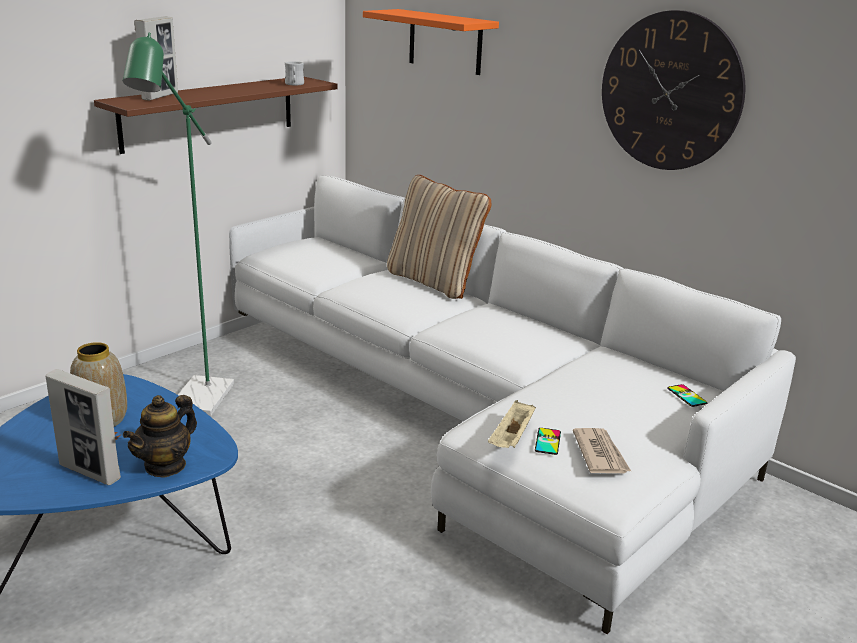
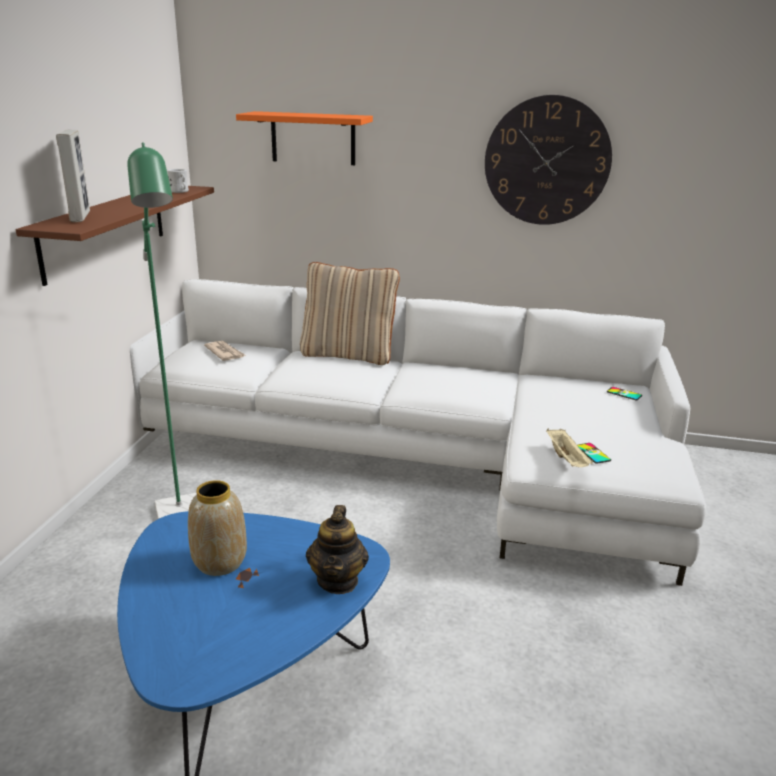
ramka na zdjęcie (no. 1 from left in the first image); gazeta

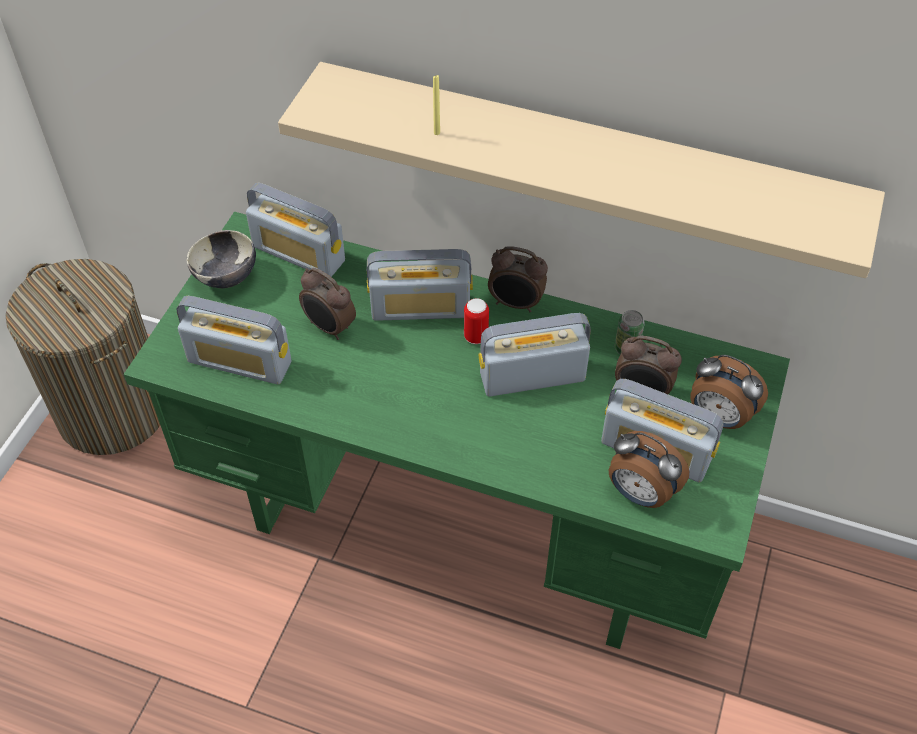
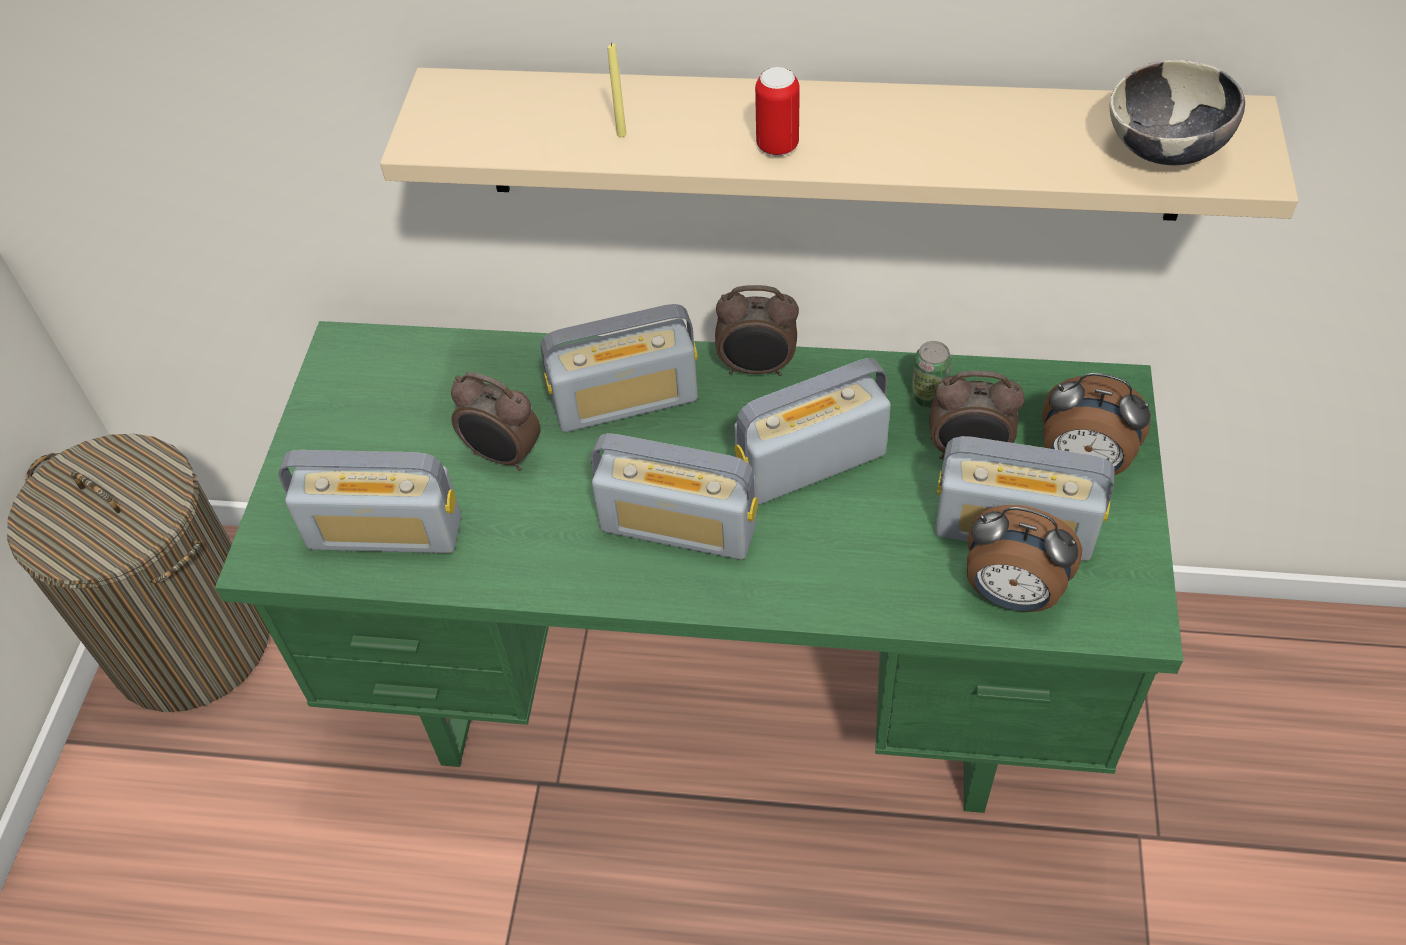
radio (no. 3 from left); miska; puszka (no. 1 from left)

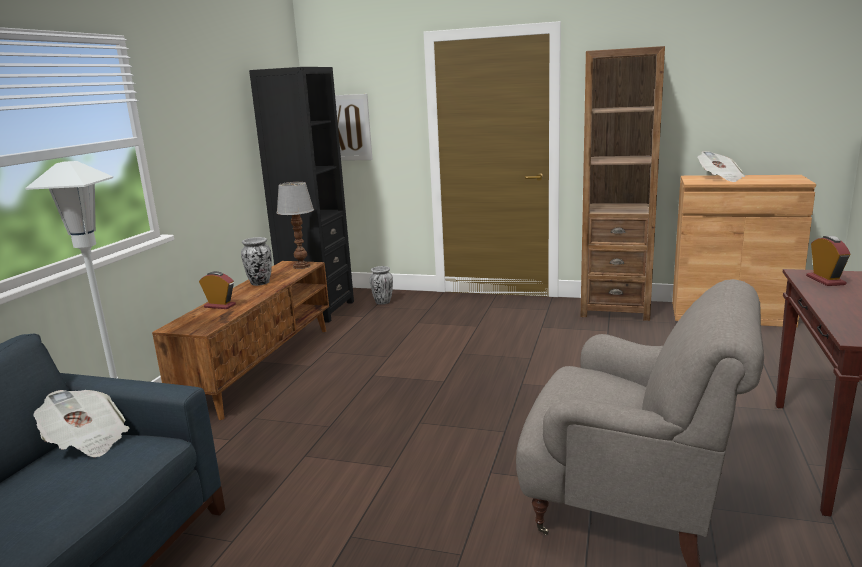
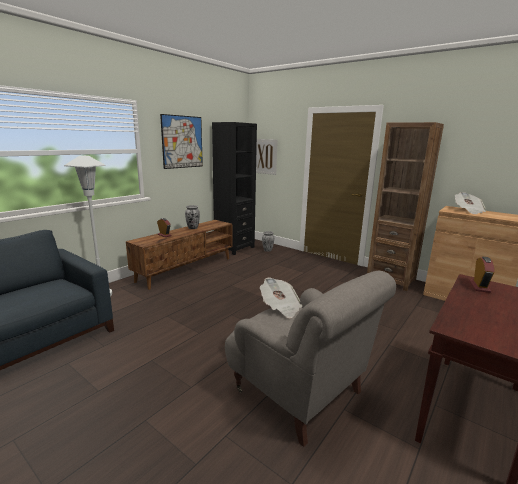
lampa stołowa; gazeta (no. 1 from left); obraz (no. 1 from left)

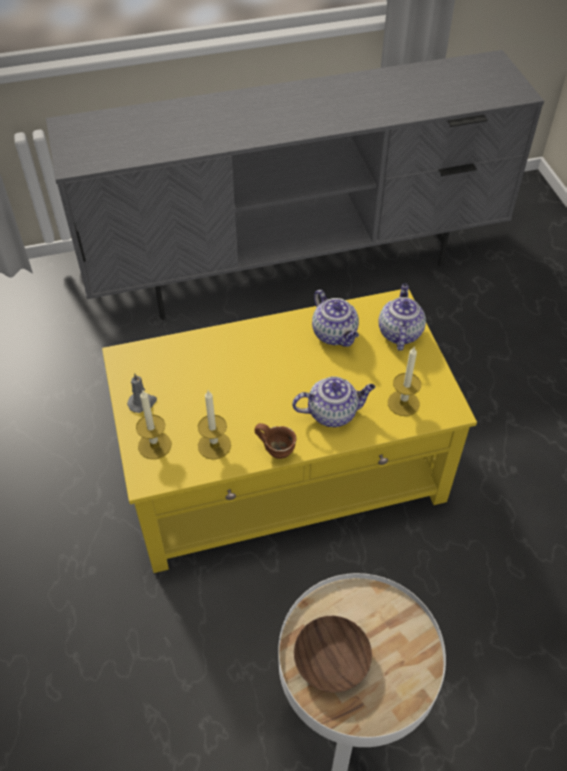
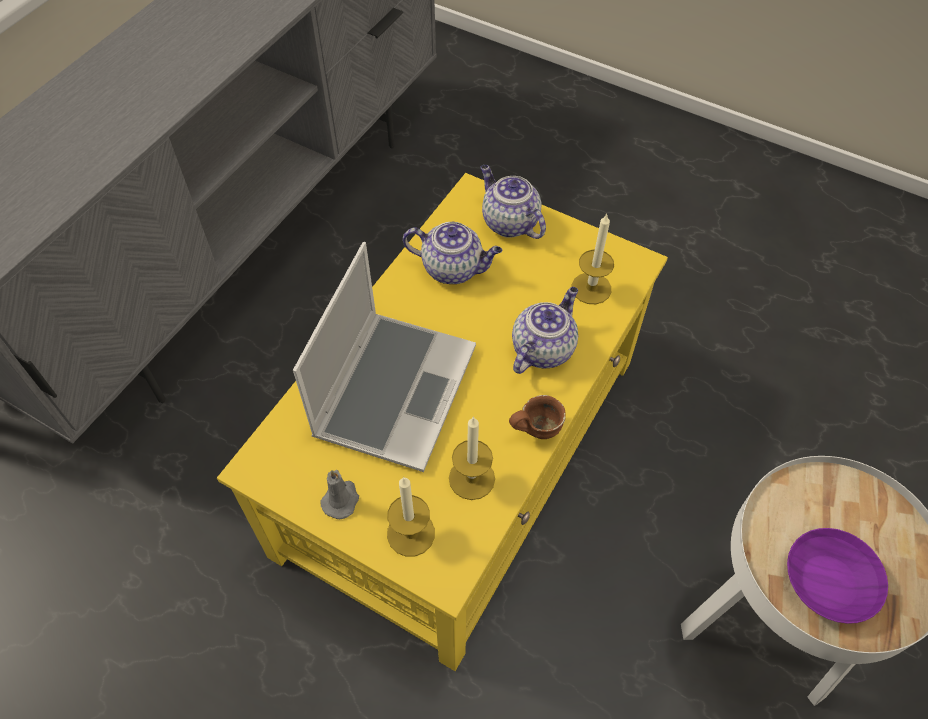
miska (fioletowy); laptop

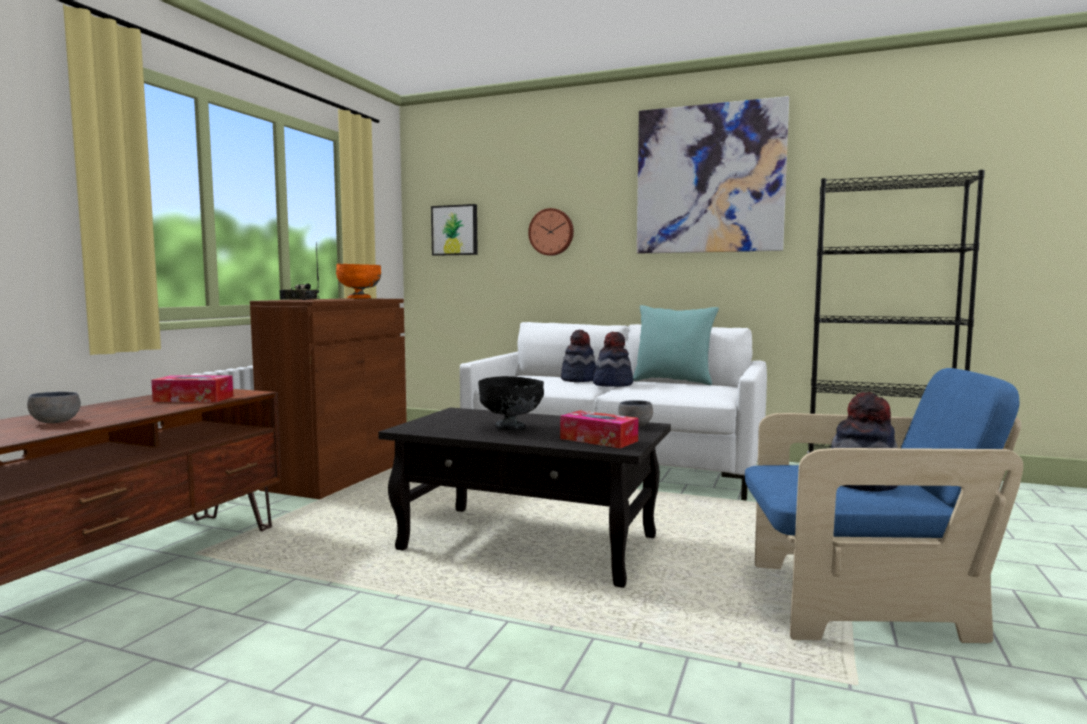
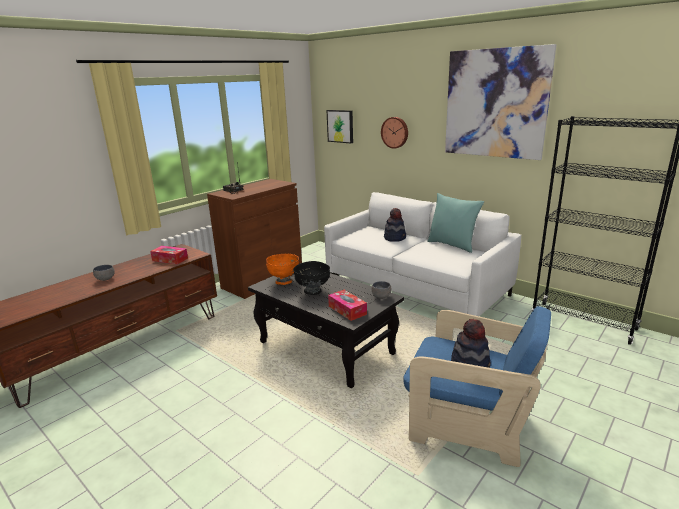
miska (pomarańczowy); kapelusz (no. 2 from left in the first image)

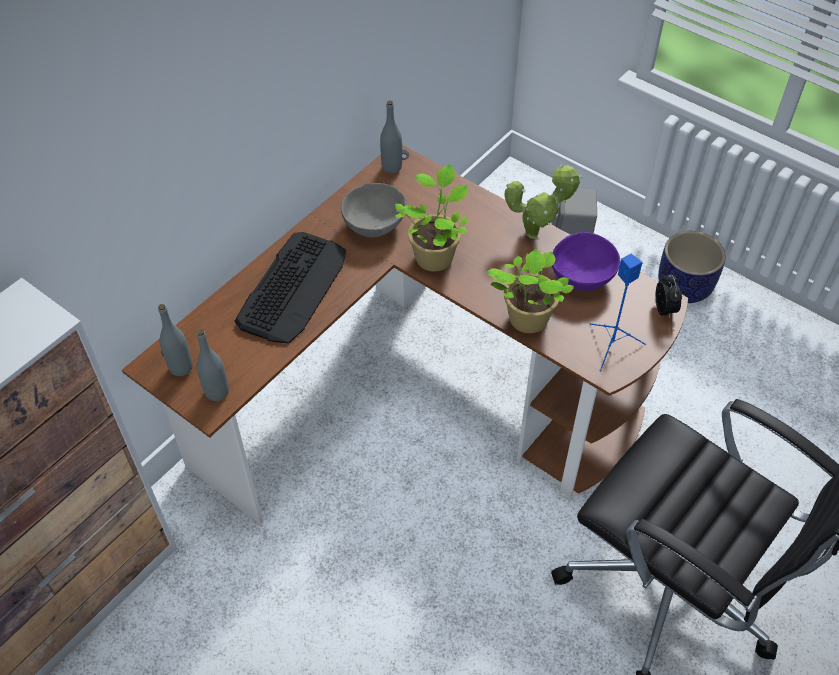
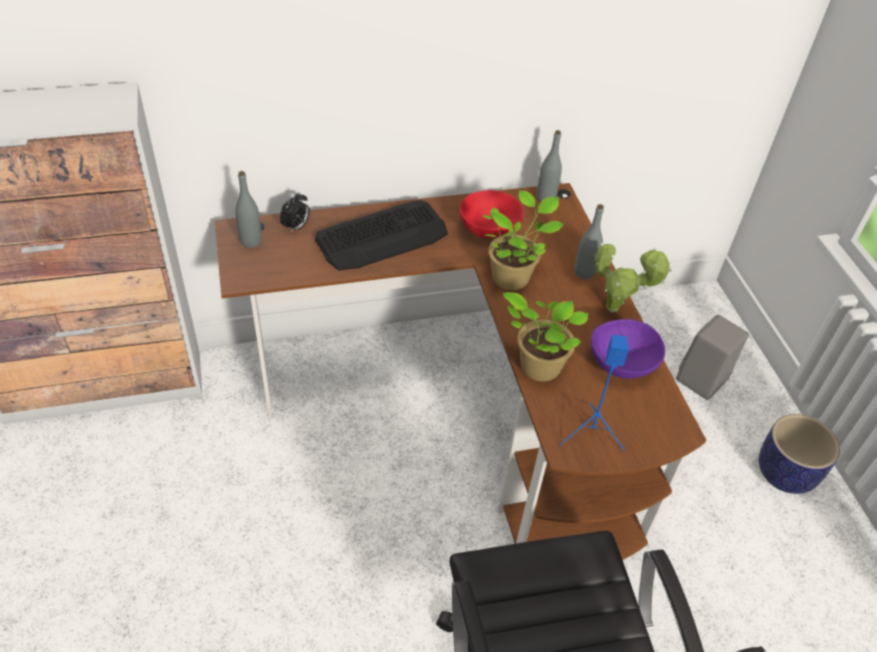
miska (czerwony); budzik; butelka (szary) (no. 3 from left)

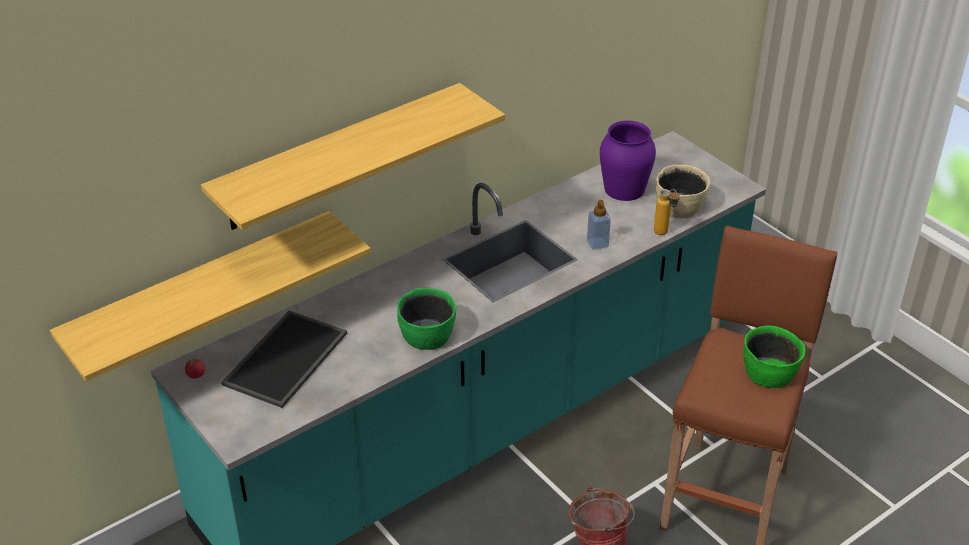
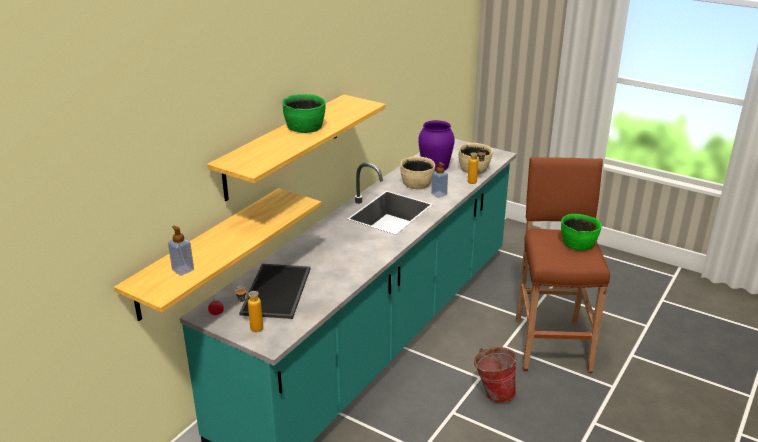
miska (zielony) (no. 1 from left); miska (beżowy) (no. 1 from left); dozownik mydła (no. 1 from left); butelka (no. 1 from left)

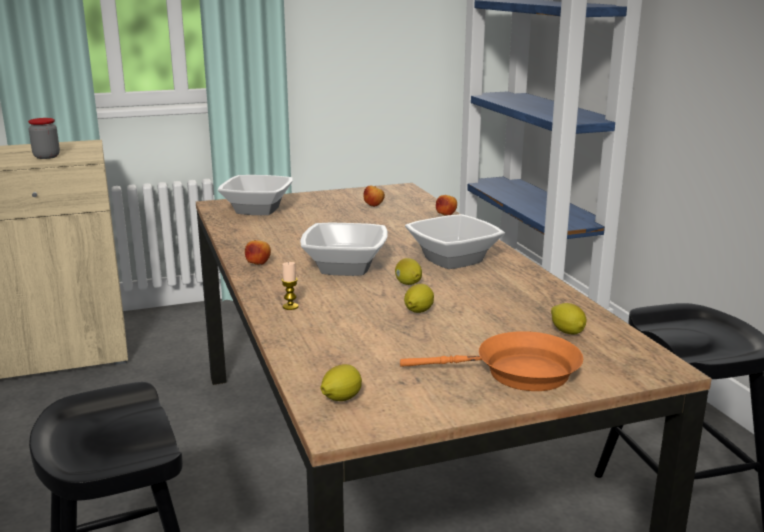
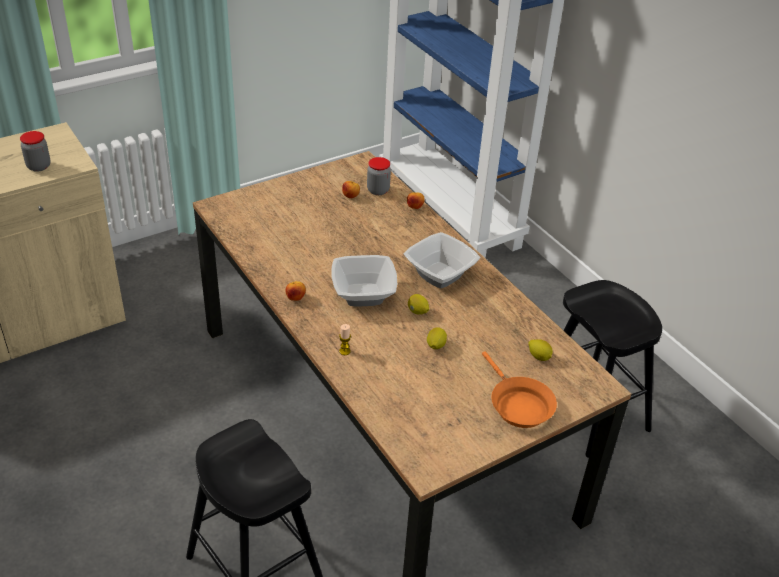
miska (no. 1 from left in the first image); patelnia (pomarańczowy); cytryna (no. 1 from left in the first image); słoik (no. 2 from left)

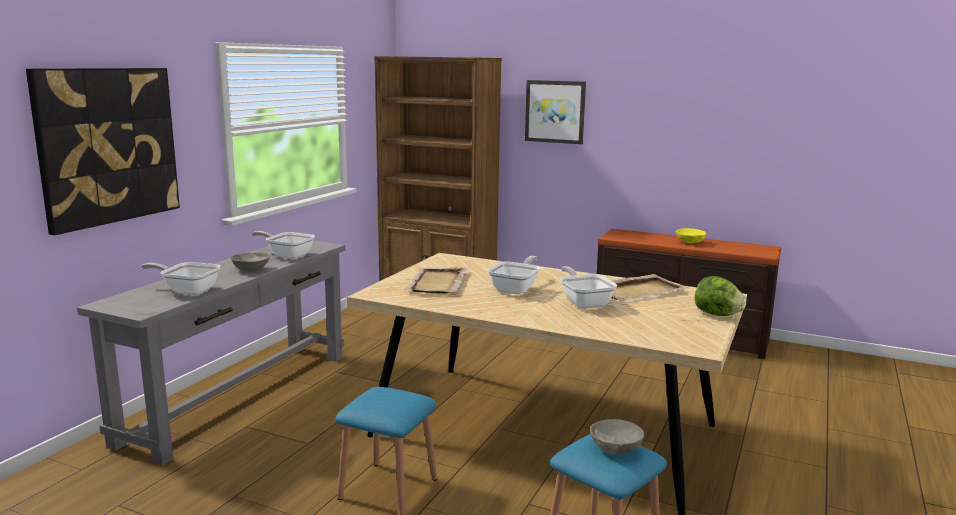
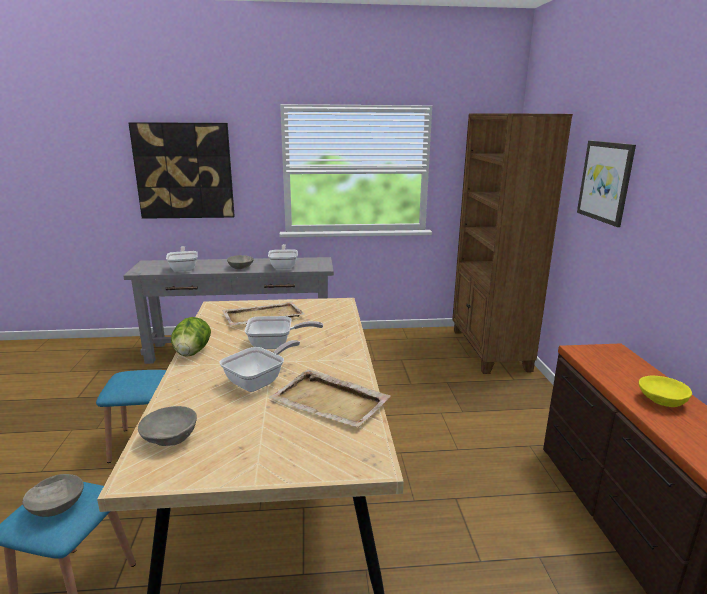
sałata; miska (szary) (no. 2 from left)

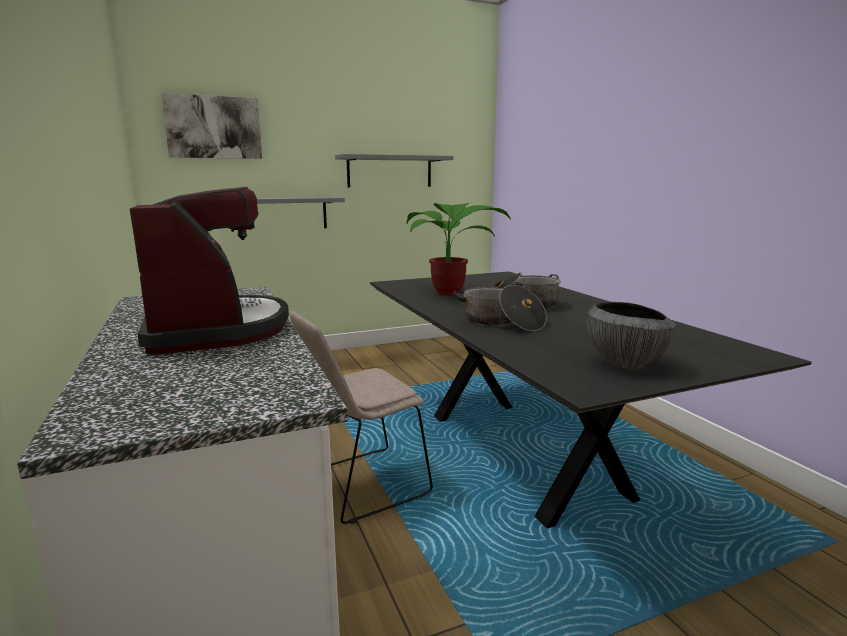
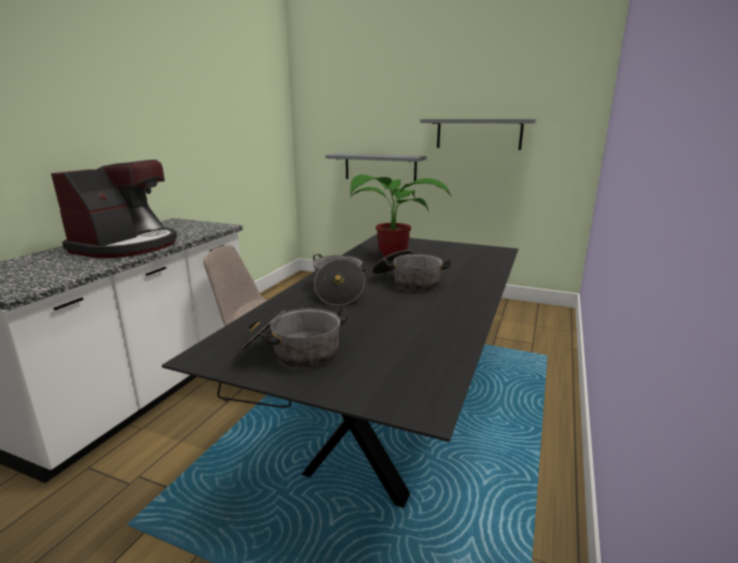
obraz; garnek (no. 1 from left)

